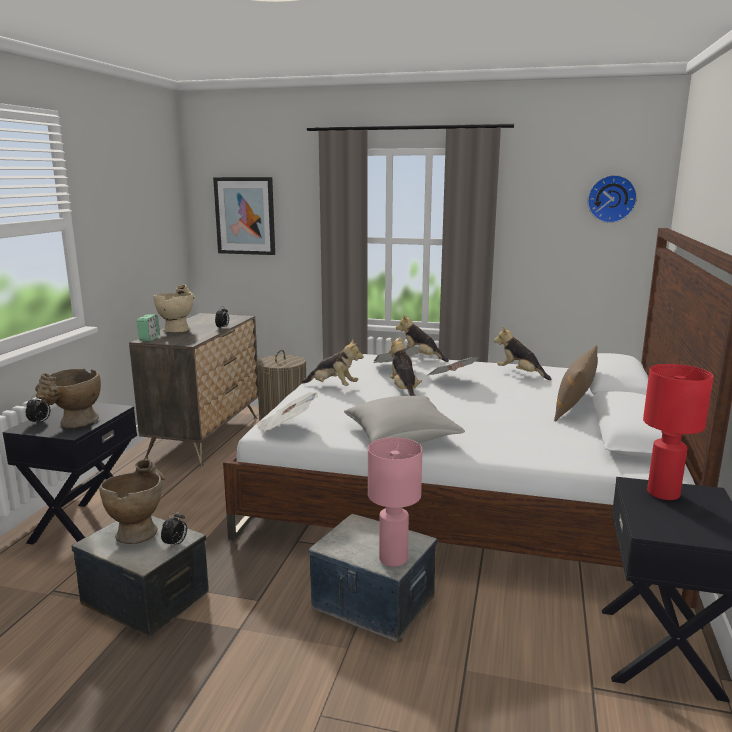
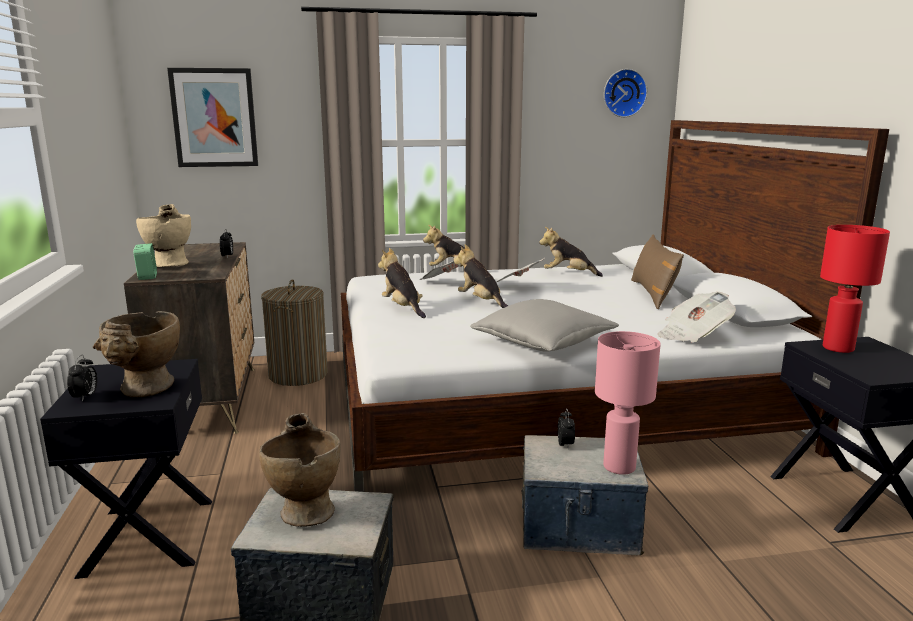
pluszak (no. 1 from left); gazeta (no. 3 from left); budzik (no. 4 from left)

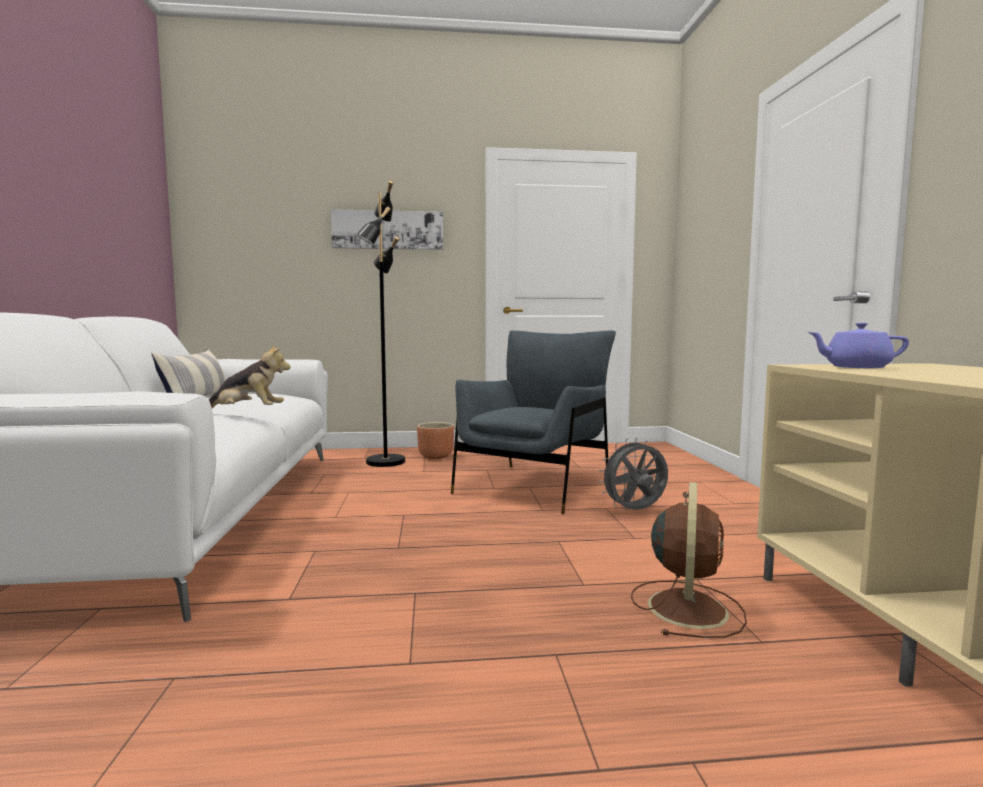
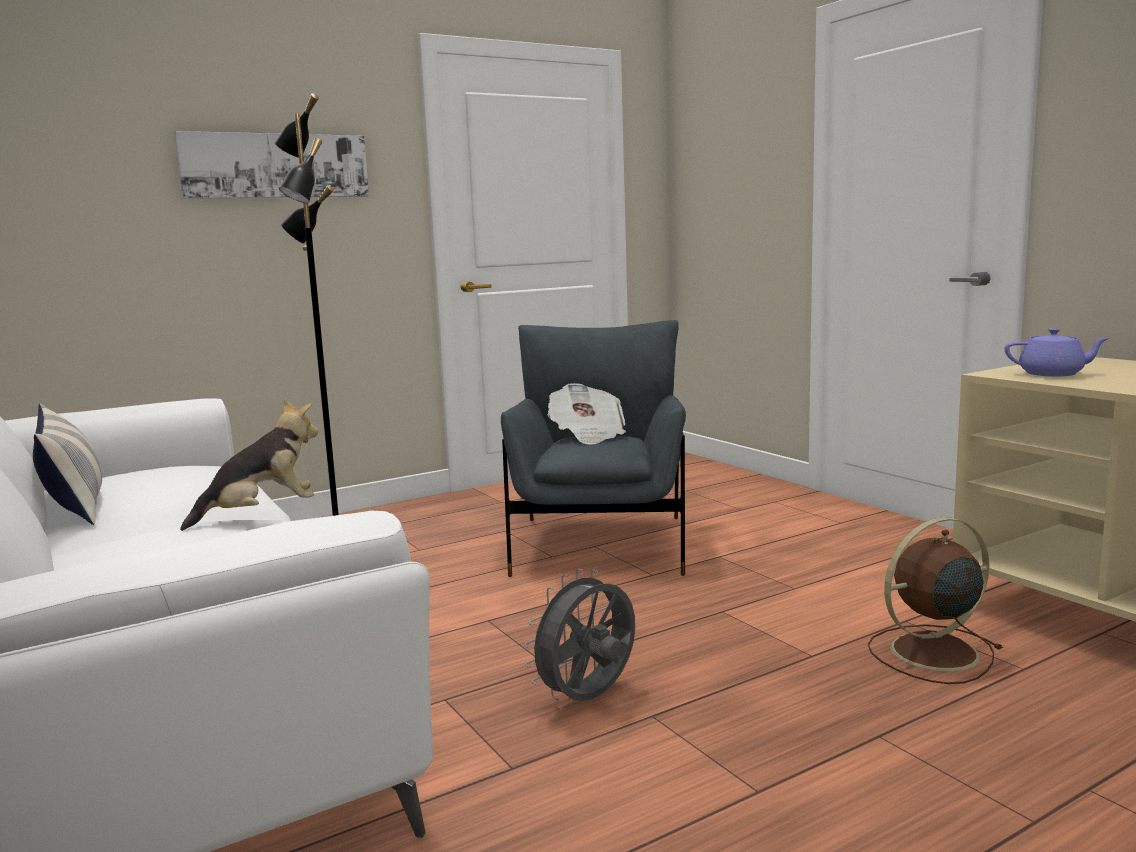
imbryk (fioletowy); donica (brązowy); wentylator (szary); wentylator (brązowy); gazeta

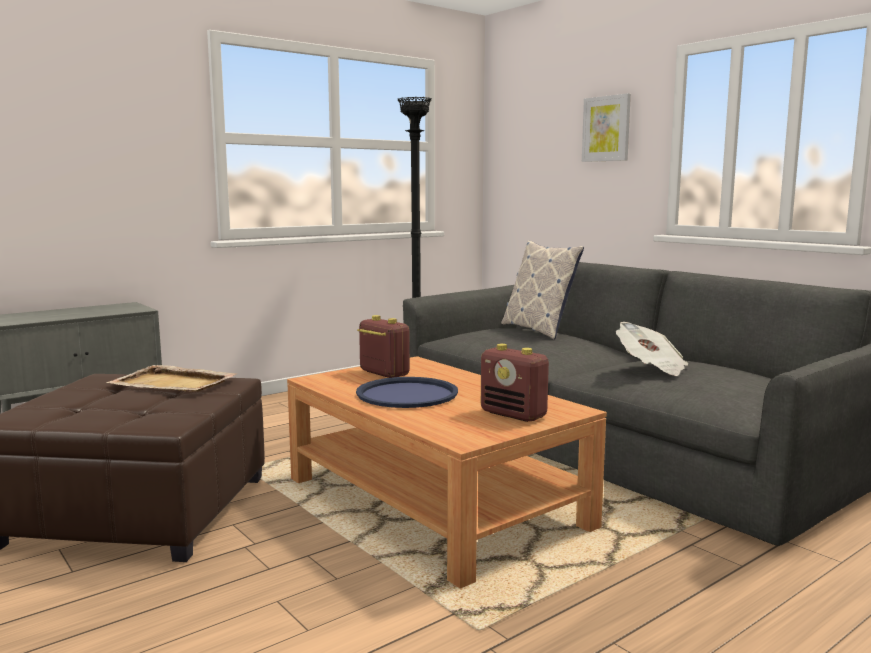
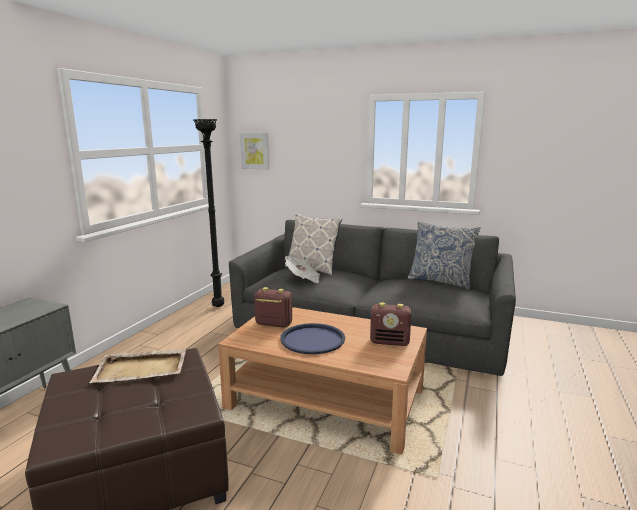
obraz; gazeta; poduszka (no. 2 from left)

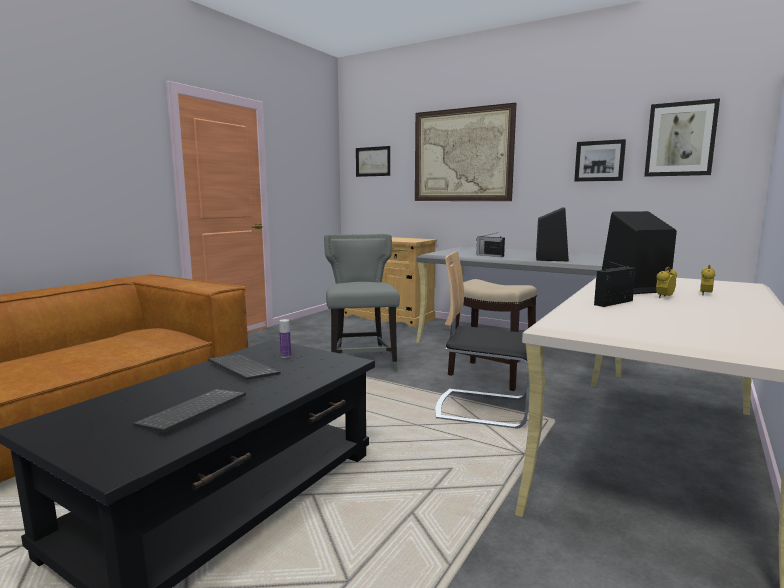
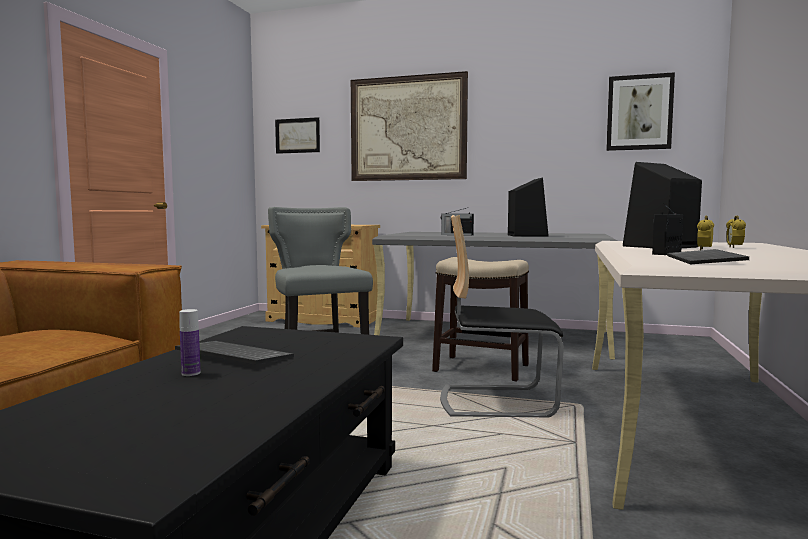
obraz (no. 3 from left in the first image); butelka; klawiatura (no. 2 from left)

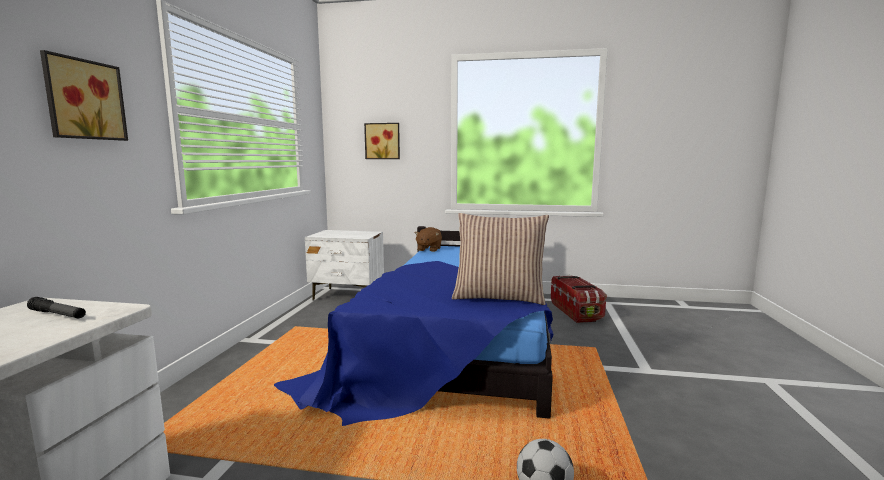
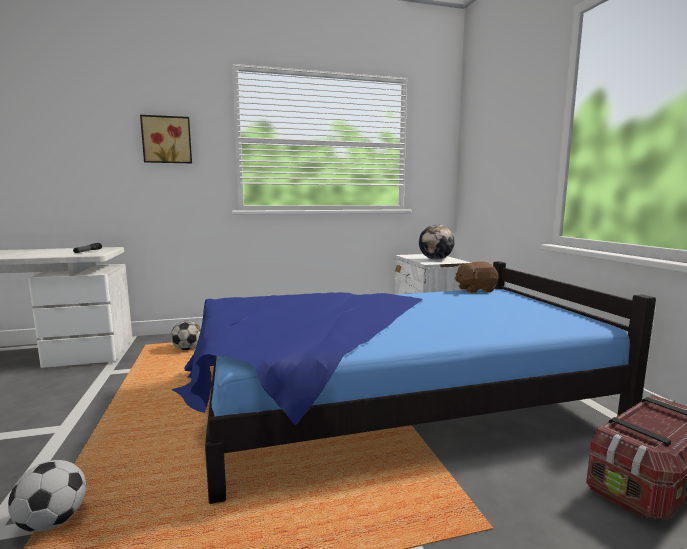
obraz (no. 2 from left in the first image); poduszka; globus; piłka futbolowa (no. 2 from left)

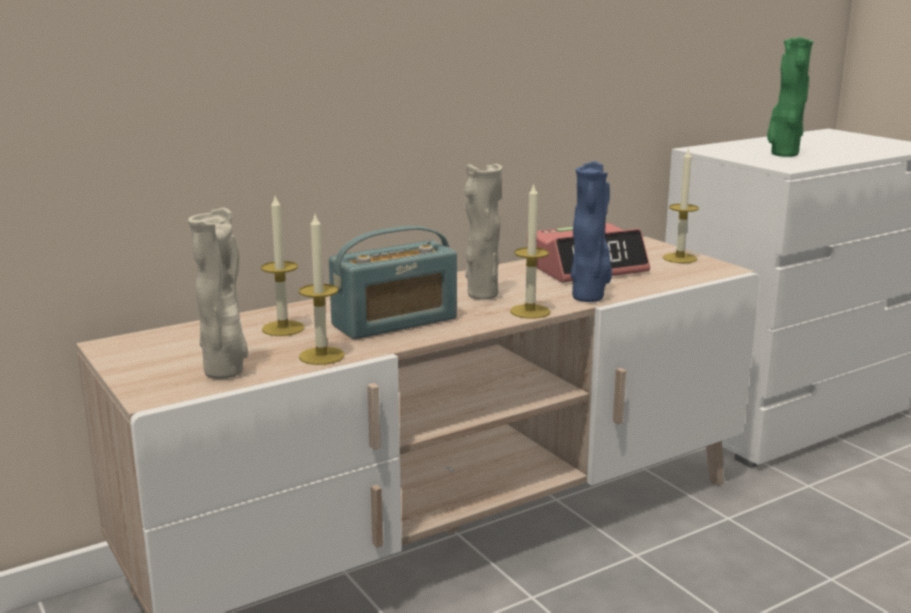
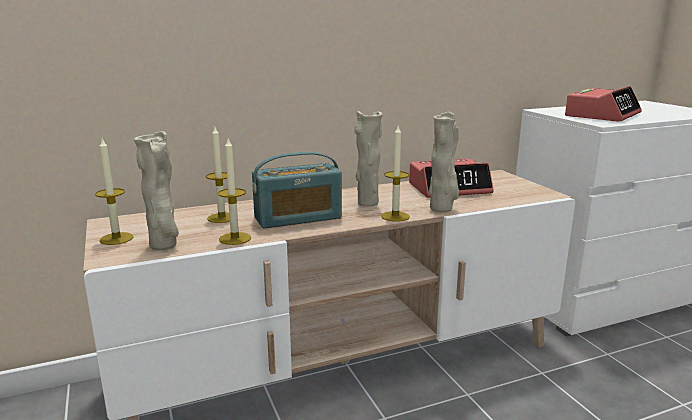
budzik (no. 2 from left); świeca (no. 1 from left); wazon (beżowy) (no. 3 from left)

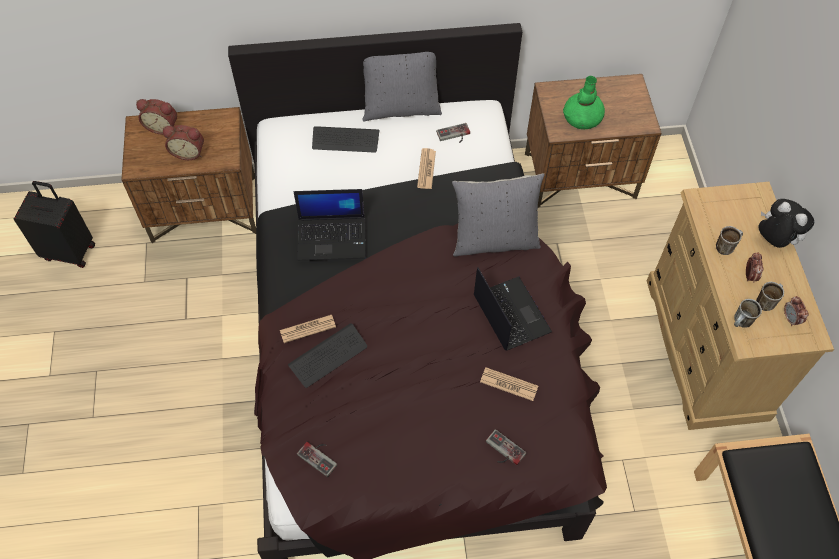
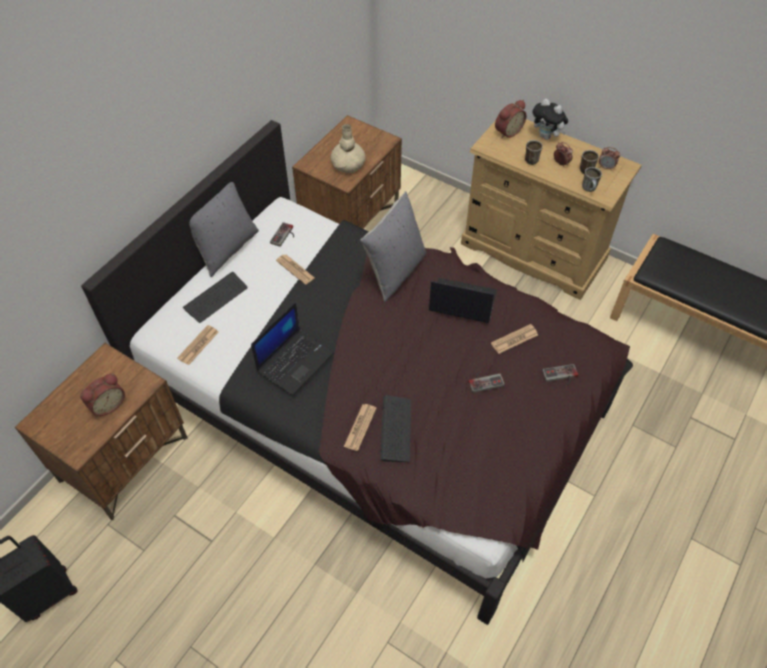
wazon (beżowy); budzik (no. 2 from left); pluszak; pad do gier (no. 2 from left); gazeta (no. 1 from left)

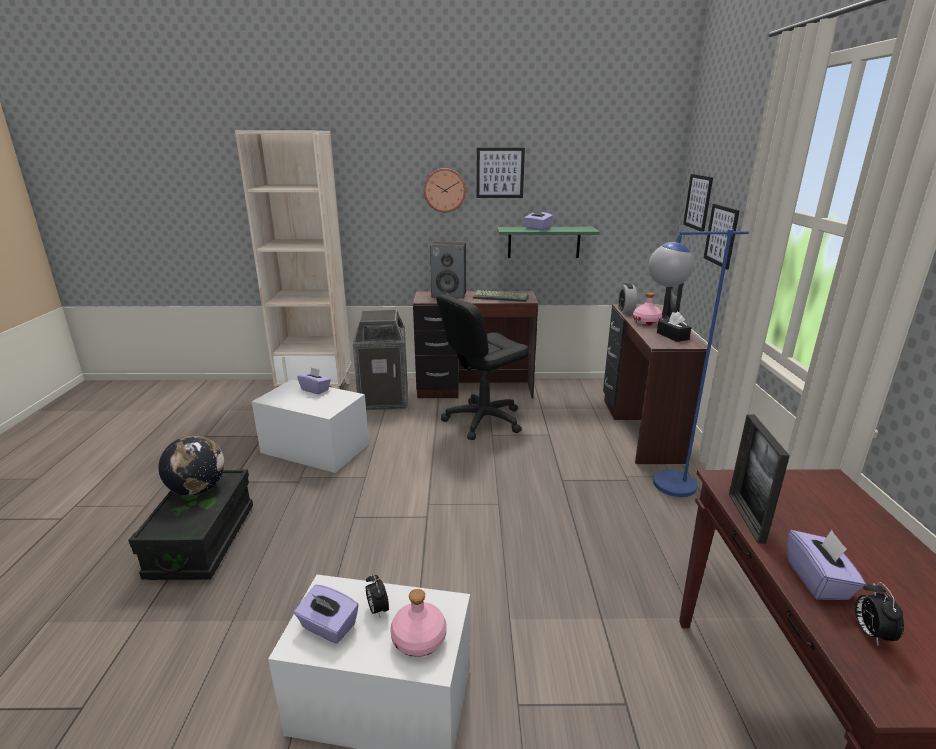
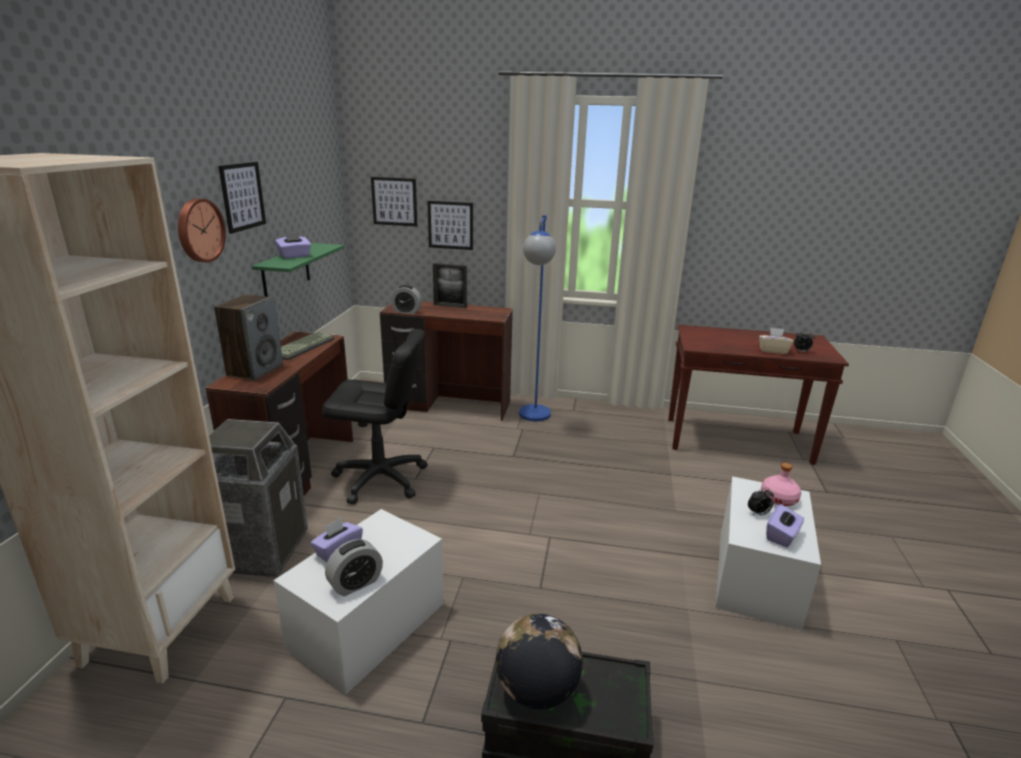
butelka (różowy) (no. 2 from left in the first image); krzesło biurowe (czarny); pudełko chusteczek (czarny); ramka na zdjęcie (no. 2 from left in the first image); pudełko chusteczek (beżowy); budzik (no. 1 from left)

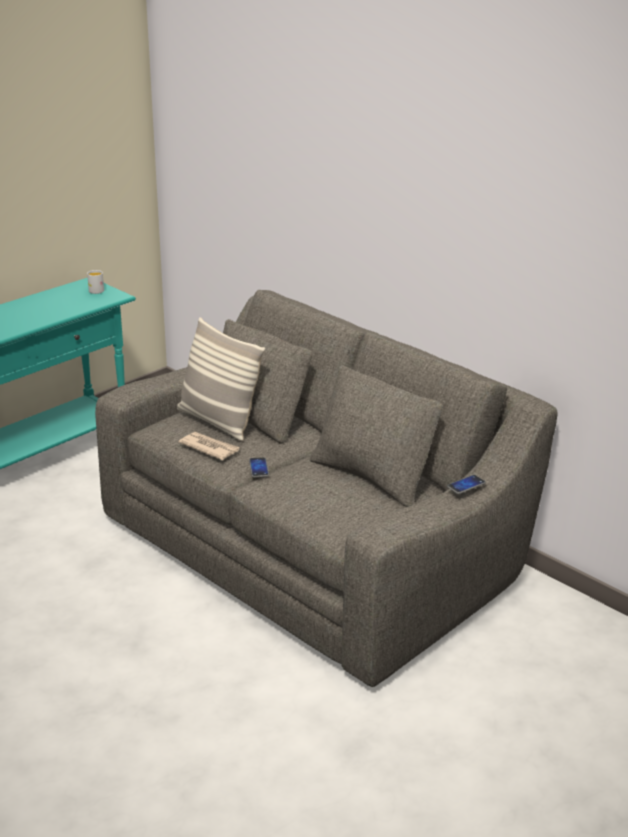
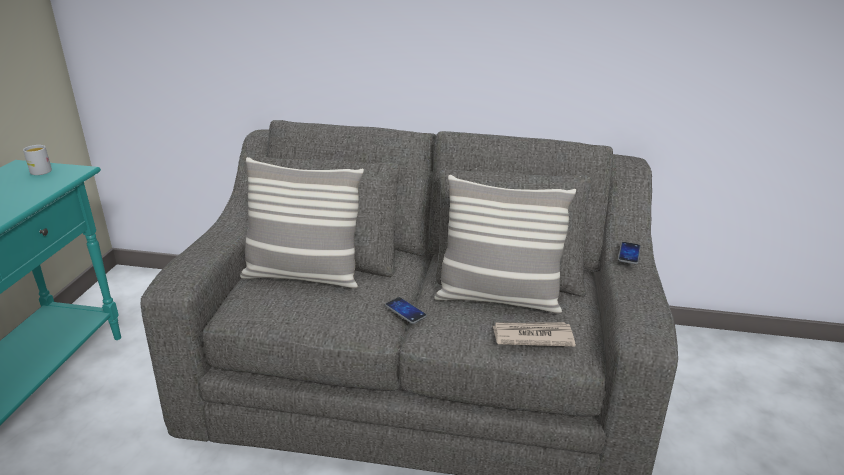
gazeta; poduszka (no. 2 from left)

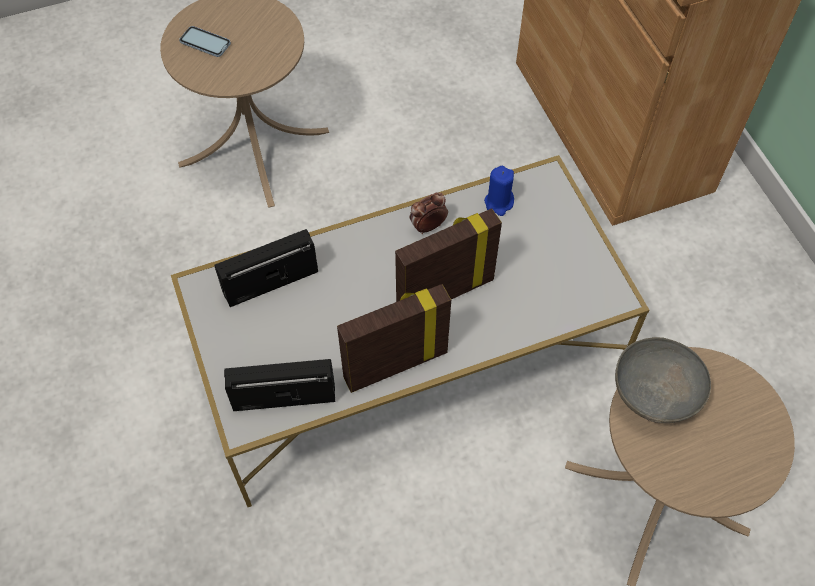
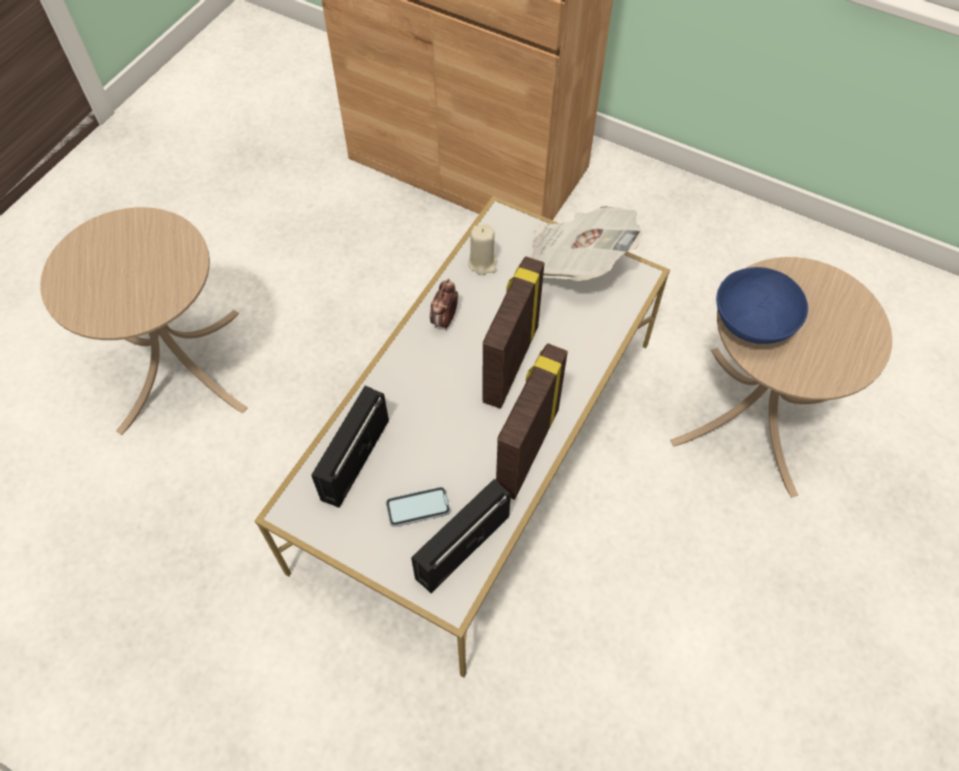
telefon; świeca (beżowy); miska (niebieski); gazeta

